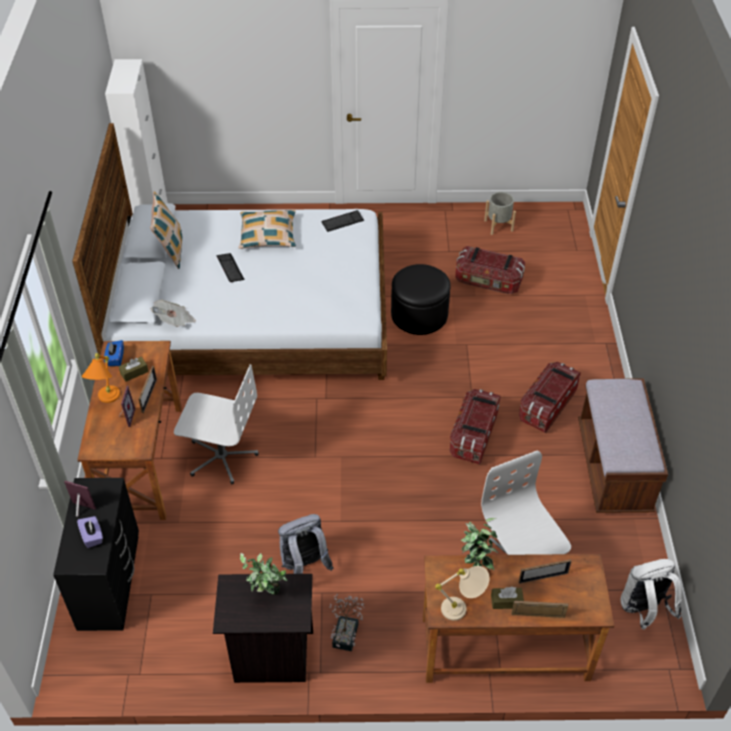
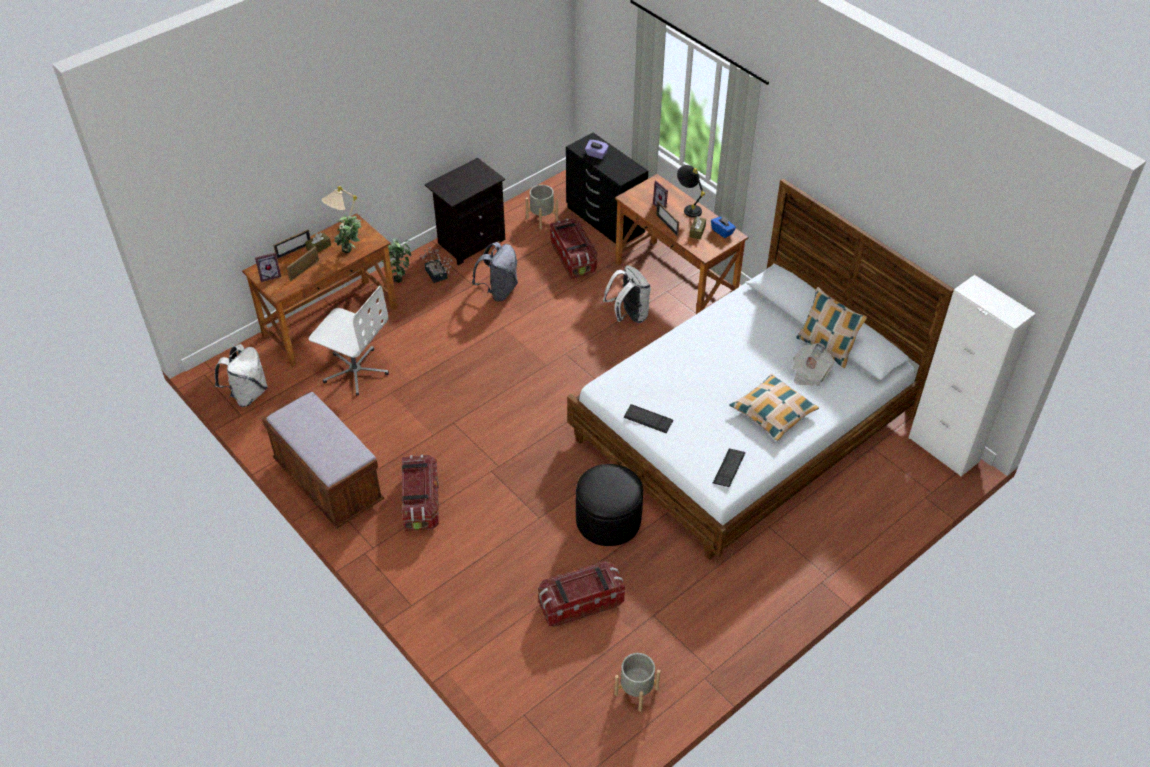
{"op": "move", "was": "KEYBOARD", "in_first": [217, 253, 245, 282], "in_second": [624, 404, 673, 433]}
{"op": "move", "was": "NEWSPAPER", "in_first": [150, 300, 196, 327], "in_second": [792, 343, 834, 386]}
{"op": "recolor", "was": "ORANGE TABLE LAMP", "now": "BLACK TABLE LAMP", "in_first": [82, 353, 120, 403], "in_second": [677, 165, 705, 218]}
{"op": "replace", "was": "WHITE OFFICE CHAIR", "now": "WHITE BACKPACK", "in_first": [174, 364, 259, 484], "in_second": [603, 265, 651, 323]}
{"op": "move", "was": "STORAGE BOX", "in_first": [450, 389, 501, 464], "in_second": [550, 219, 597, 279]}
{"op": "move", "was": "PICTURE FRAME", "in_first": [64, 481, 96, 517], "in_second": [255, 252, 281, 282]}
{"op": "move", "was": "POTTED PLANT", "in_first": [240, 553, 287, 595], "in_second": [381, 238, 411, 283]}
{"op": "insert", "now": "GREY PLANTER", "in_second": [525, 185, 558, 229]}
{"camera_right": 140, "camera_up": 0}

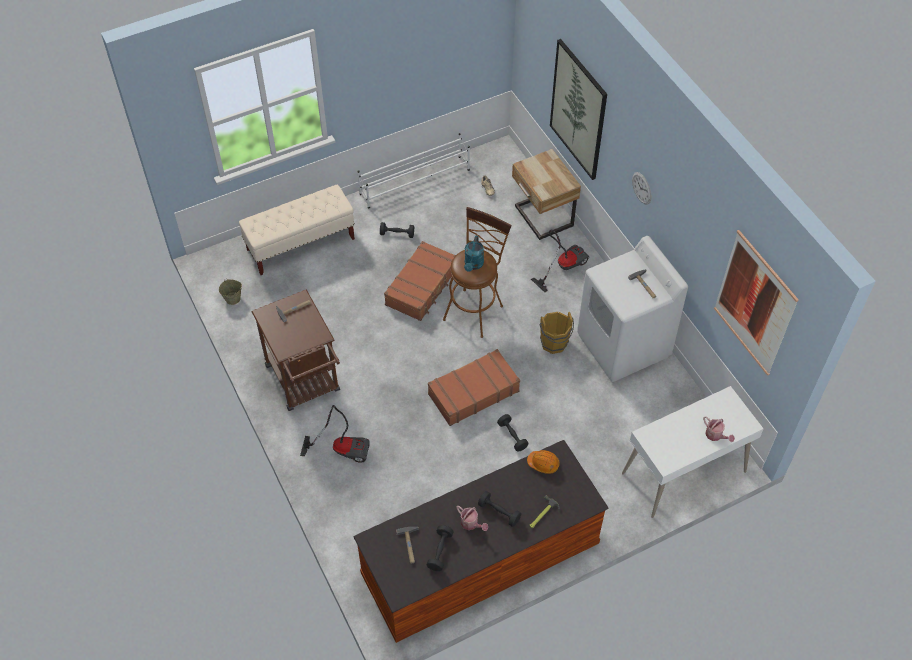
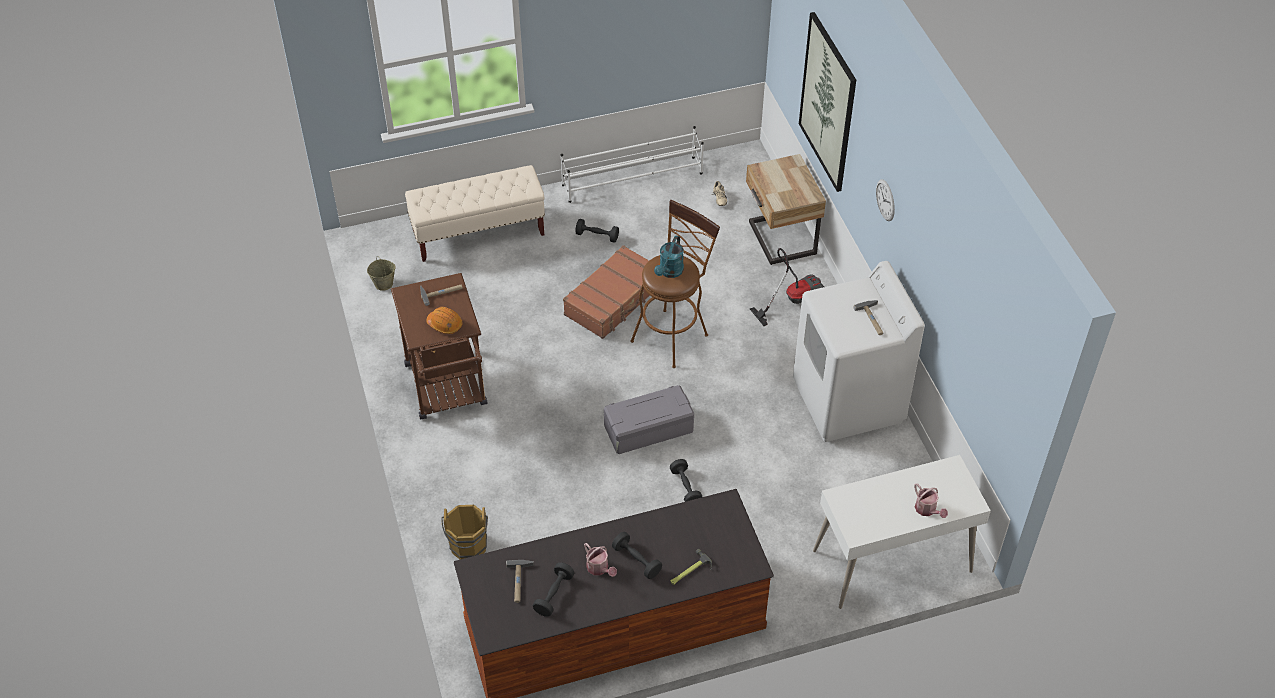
{"op": "delete", "was": "PICTURE", "in_first": [714, 230, 799, 376]}
{"op": "move", "was": "BROWN BUCKET", "in_first": [540, 312, 574, 354], "in_second": [441, 505, 488, 560]}
{"op": "replace", "was": "BROWN SUITCASE", "now": "GREY STORAGE BOX", "in_first": [428, 349, 520, 426], "in_second": [604, 385, 694, 454]}
{"op": "delete", "was": "VACUUM CLEANER", "in_first": [300, 405, 370, 463]}
{"op": "move", "was": "ORANGE HARD HAT", "in_first": [527, 450, 560, 474], "in_second": [426, 307, 463, 334]}
{"camera_right": 10, "camera_up": -5}

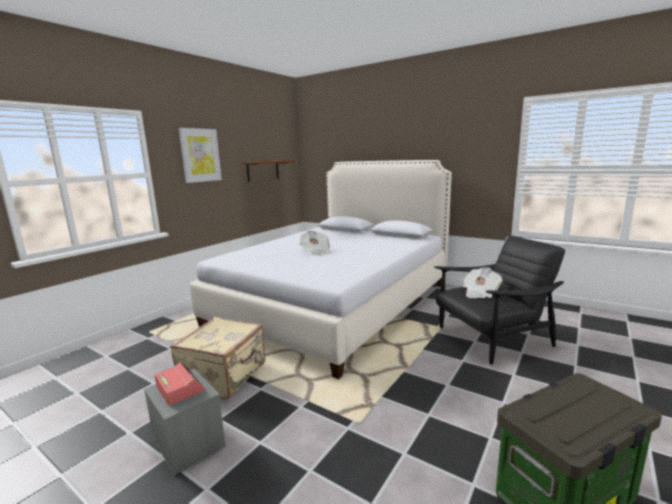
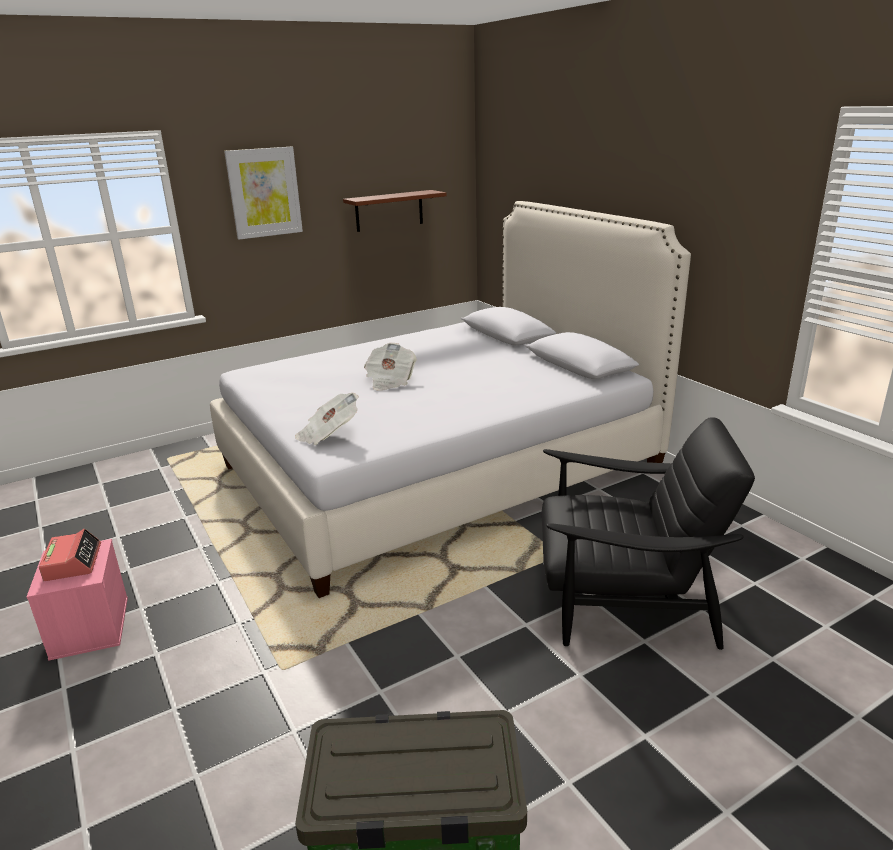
{"op": "move", "was": "NEWSPAPER", "in_first": [463, 267, 503, 298], "in_second": [295, 393, 359, 445]}
{"op": "delete", "was": "BEIGE SUITCASE", "in_first": [170, 317, 265, 399]}
{"op": "recolor", "was": "GREY STORAGE BOX", "now": "PINK STORAGE BOX", "in_first": [144, 369, 226, 476], "in_second": [27, 539, 128, 661]}
{"camera_right": 25, "camera_up": 10}

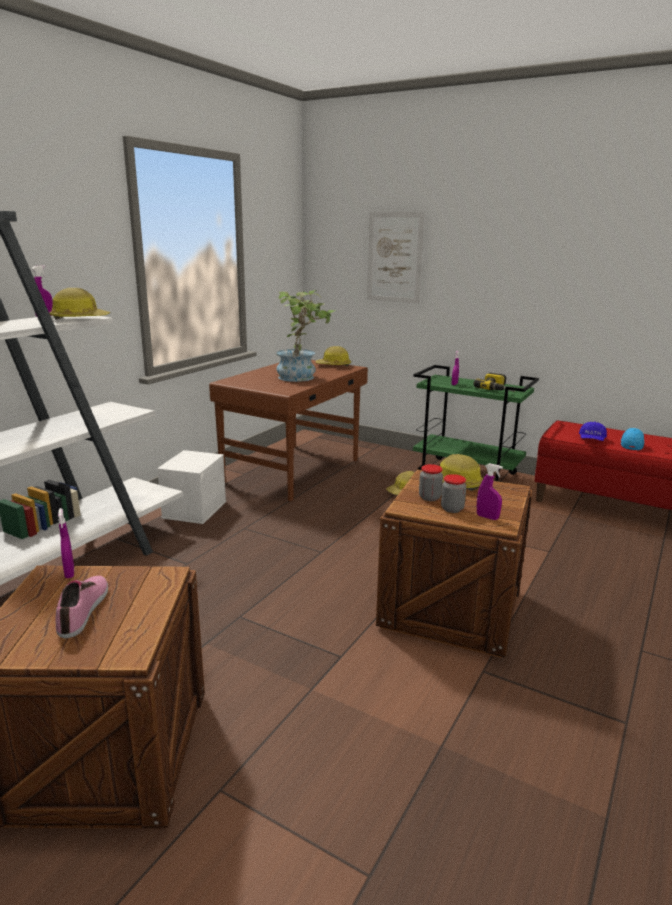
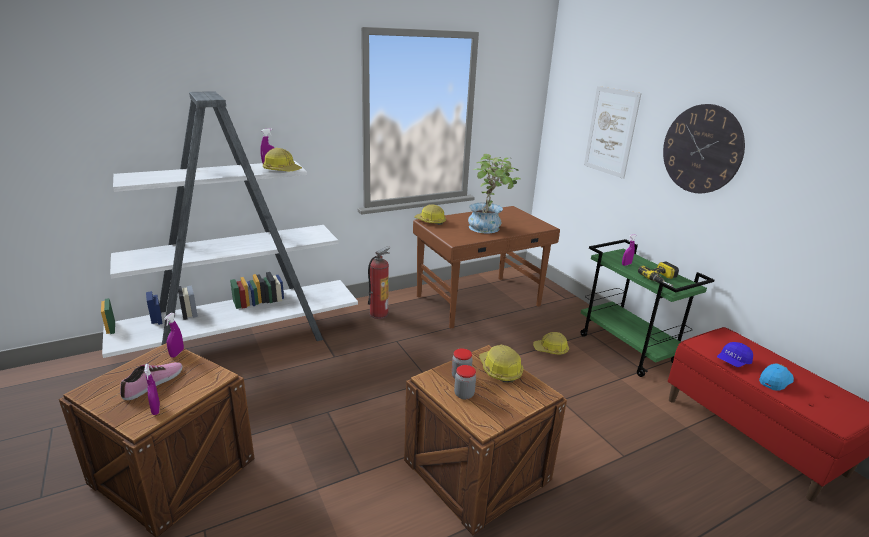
{"op": "move", "was": "HARD HAT", "in_first": [315, 346, 351, 366], "in_second": [414, 204, 446, 225]}
{"op": "replace", "was": "WHITE STORAGE BOX", "now": "FIRE EXTINGUISHER", "in_first": [157, 450, 226, 524], "in_second": [368, 246, 391, 319]}
{"op": "move", "was": "PURPLE SPRAY BOTTLE", "in_first": [477, 463, 503, 520], "in_second": [144, 364, 160, 415]}
{"op": "insert", "now": "WALL CLOCK", "in_second": [663, 104, 745, 193]}
{"camera_right": 30, "camera_up": 5}

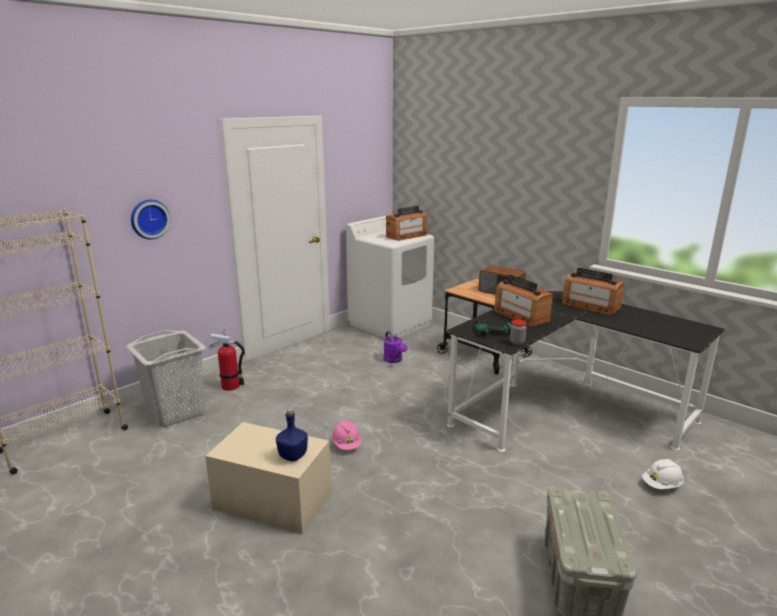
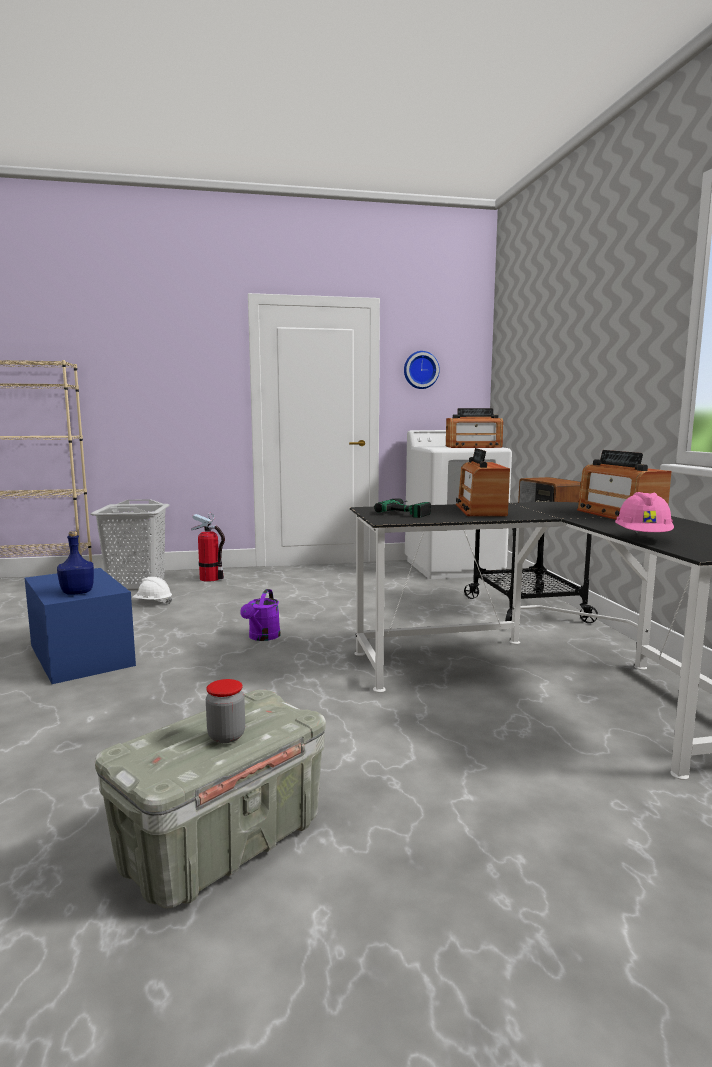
{"op": "move", "was": "WALL CLOCK", "in_first": [131, 200, 170, 239], "in_second": [404, 351, 440, 389]}
{"op": "move", "was": "JAR", "in_first": [510, 320, 527, 345], "in_second": [206, 679, 245, 743]}
{"op": "move", "was": "PURPLE WATERING CAN", "in_first": [384, 331, 408, 363], "in_second": [240, 589, 281, 641]}
{"op": "move", "was": "PINK HARD HAT", "in_first": [332, 421, 361, 450], "in_second": [615, 492, 674, 533]}
{"op": "recolor", "was": "BEIGE STORAGE BOX", "now": "BLUE STORAGE BOX", "in_first": [205, 422, 332, 535], "in_second": [25, 568, 136, 684]}
{"op": "move", "was": "WHITE HARD HAT", "in_first": [642, 459, 684, 489], "in_second": [132, 577, 172, 604]}
{"camera_right": 35, "camera_up": -10}

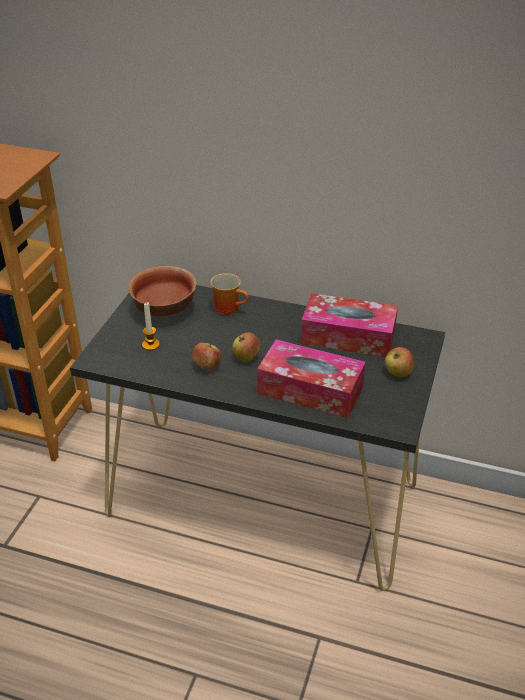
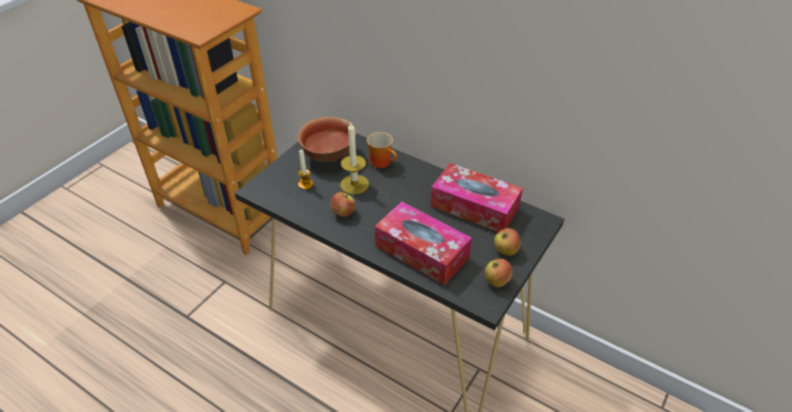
{"op": "move", "was": "APPLE", "in_first": [232, 333, 260, 362], "in_second": [485, 259, 513, 287]}
{"op": "insert", "now": "CANDLE", "in_second": [340, 122, 369, 194]}
{"camera_right": 15, "camera_up": 5}

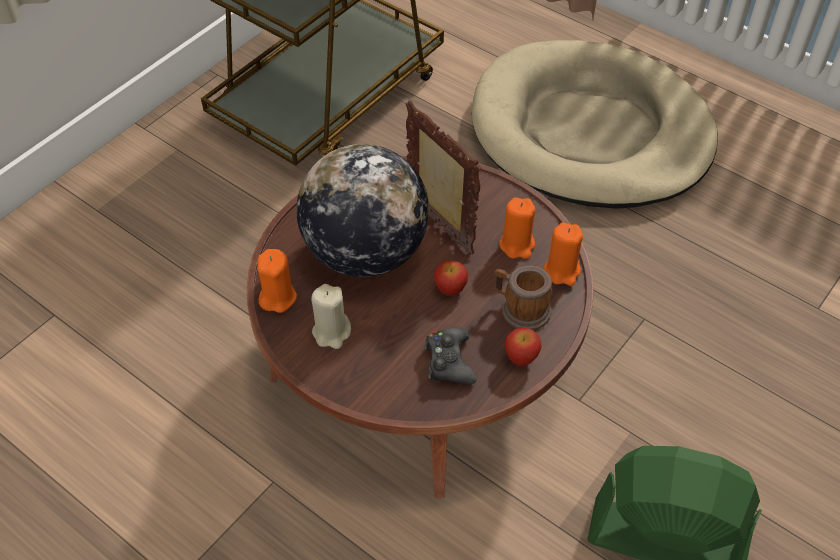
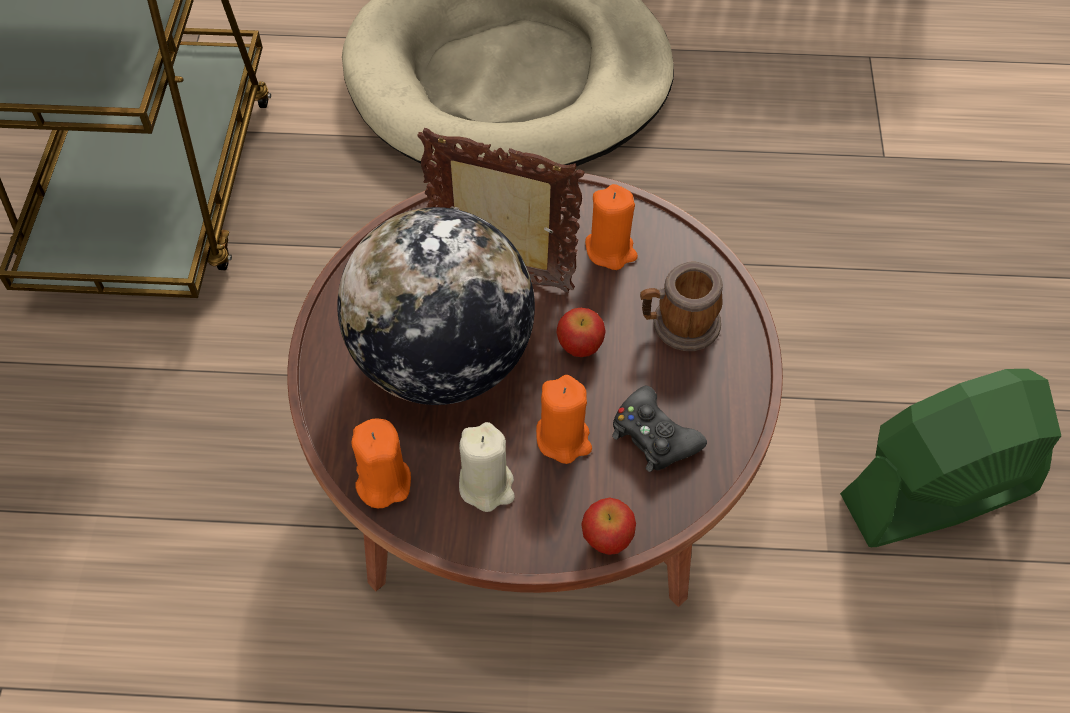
{"op": "move", "was": "ORANGE CANDLE", "in_first": [544, 222, 583, 286], "in_second": [536, 375, 592, 464]}
{"op": "move", "was": "APPLE", "in_first": [504, 328, 542, 366], "in_second": [582, 497, 636, 555]}
{"camera_right": -35, "camera_up": 5}

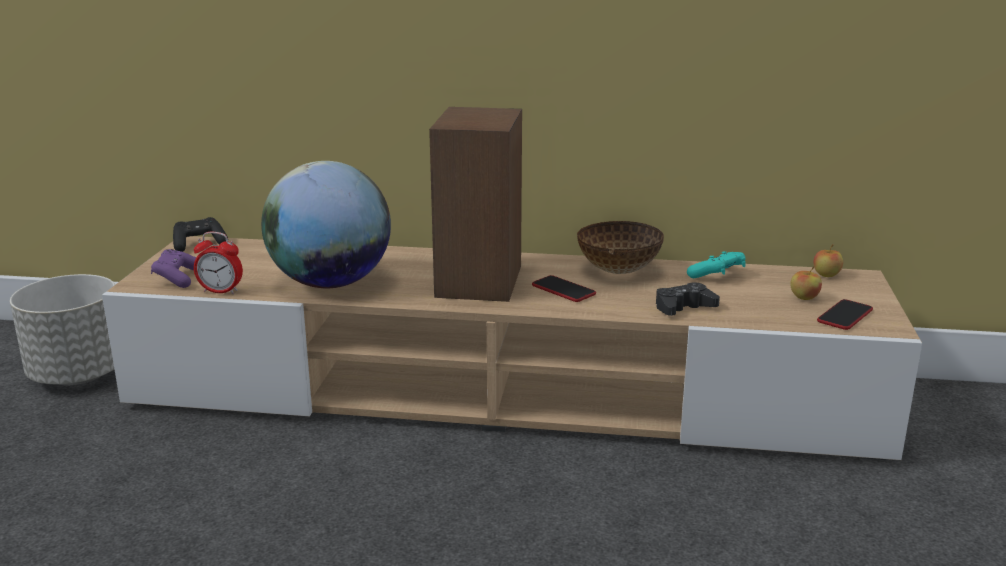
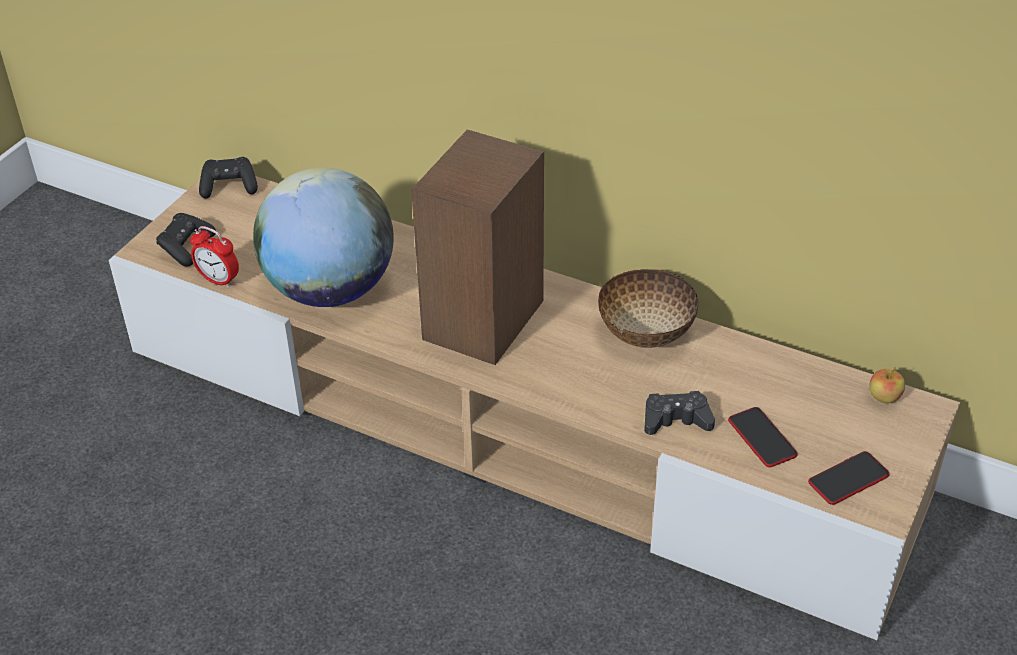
{"op": "recolor", "was": "PURPLE GAME CONTROLLER", "now": "BLACK GAME CONTROLLER", "in_first": [151, 249, 196, 288], "in_second": [156, 213, 216, 267]}
{"op": "delete", "was": "TURQUOISE GAME CONTROLLER", "in_first": [687, 252, 746, 278]}
{"op": "delete", "was": "APPLE", "in_first": [790, 266, 822, 300]}
{"op": "delete", "was": "GREY PLANTER", "in_first": [10, 274, 115, 385]}
{"op": "move", "was": "PHONE", "in_first": [532, 275, 596, 302], "in_second": [728, 407, 798, 467]}
{"camera_right": 20, "camera_up": 20}

